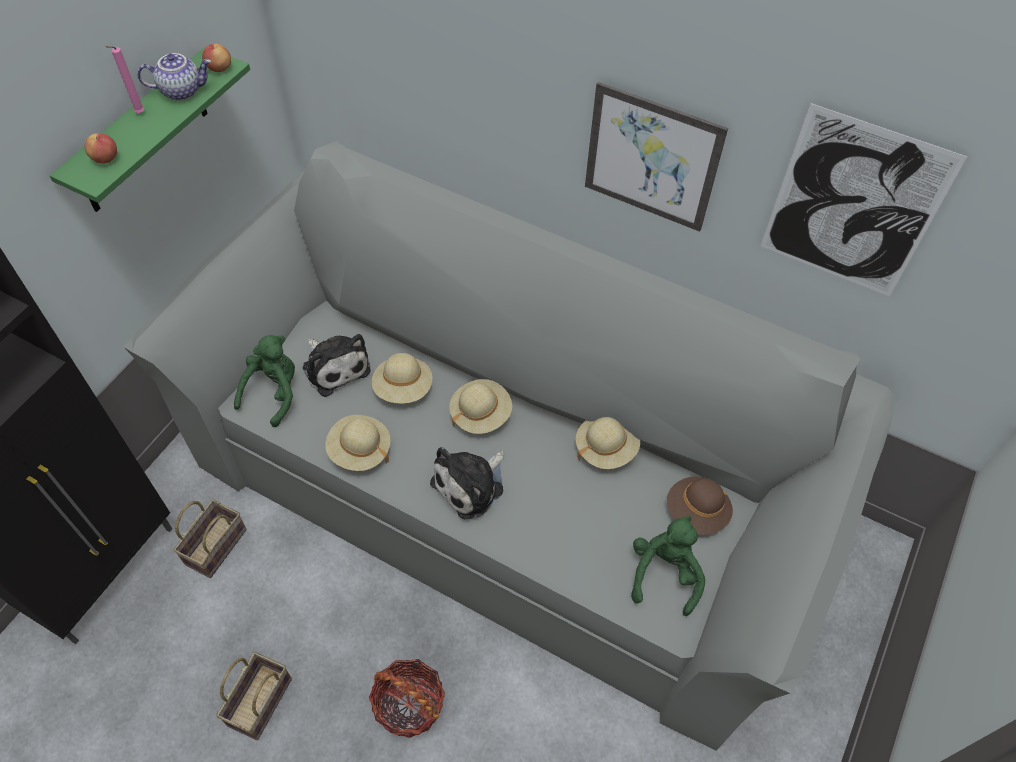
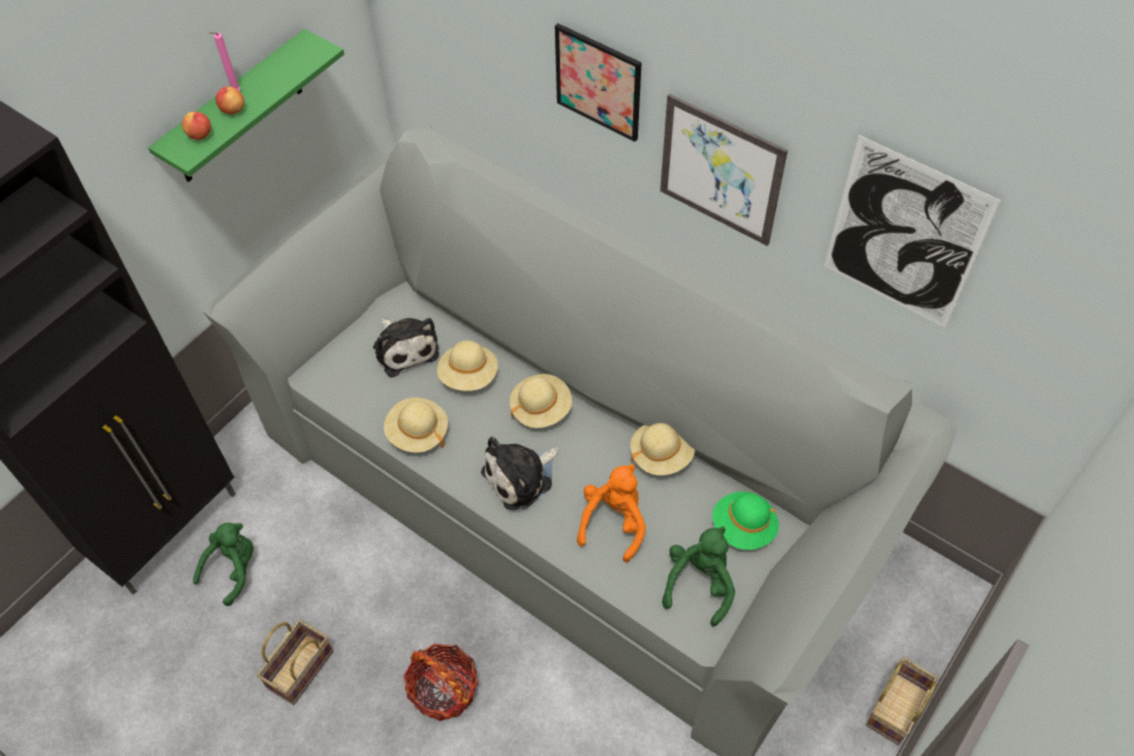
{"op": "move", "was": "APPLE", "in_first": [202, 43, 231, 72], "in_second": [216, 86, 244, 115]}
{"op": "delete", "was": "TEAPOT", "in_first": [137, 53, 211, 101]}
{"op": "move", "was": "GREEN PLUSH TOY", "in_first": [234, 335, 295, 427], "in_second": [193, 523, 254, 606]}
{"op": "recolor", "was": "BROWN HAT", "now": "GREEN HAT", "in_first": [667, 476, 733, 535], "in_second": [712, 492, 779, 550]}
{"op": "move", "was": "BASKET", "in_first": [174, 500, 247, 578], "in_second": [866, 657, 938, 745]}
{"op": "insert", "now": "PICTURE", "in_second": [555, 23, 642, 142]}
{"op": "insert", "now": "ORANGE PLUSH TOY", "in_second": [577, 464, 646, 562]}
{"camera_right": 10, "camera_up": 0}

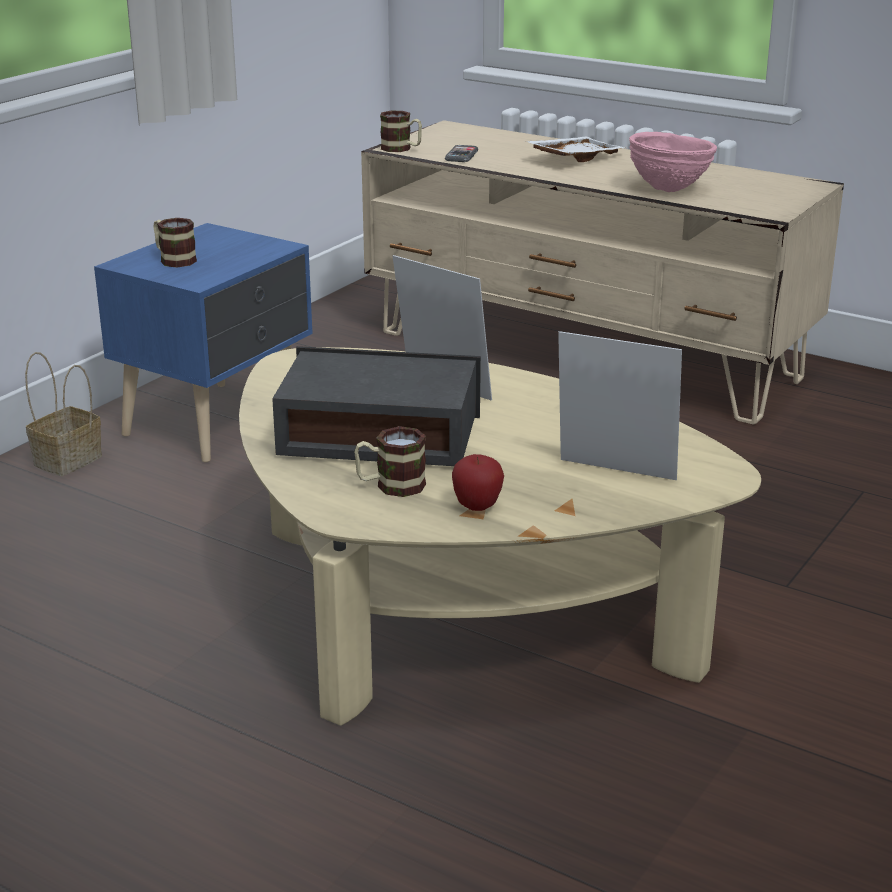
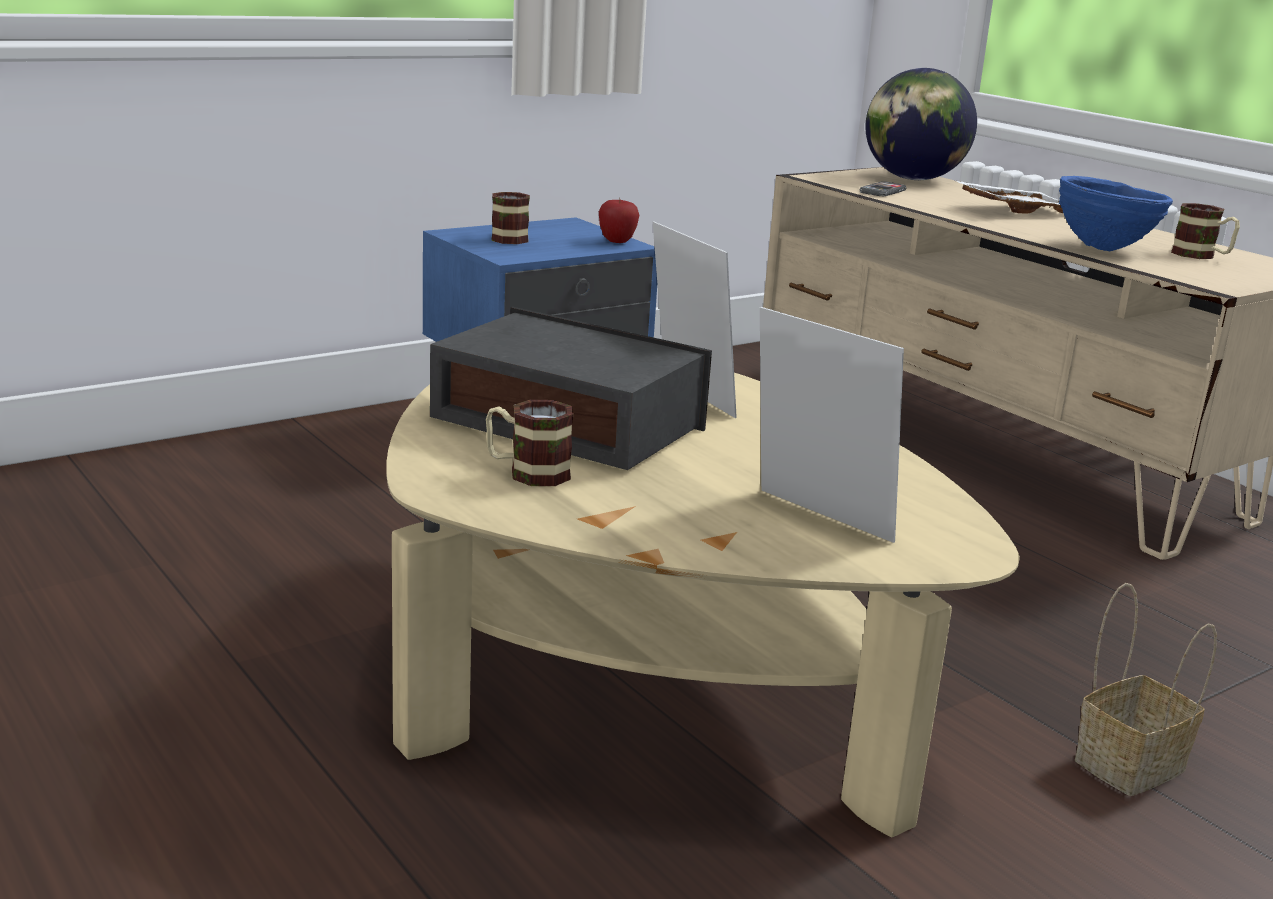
{"op": "move", "was": "MUG", "in_first": [380, 111, 422, 152], "in_second": [1171, 203, 1240, 259]}
{"op": "recolor", "was": "PINK BOWL", "now": "BLUE BOWL", "in_first": [629, 132, 717, 192], "in_second": [1059, 176, 1173, 251]}
{"op": "move", "was": "BASKET", "in_first": [25, 352, 102, 476], "in_second": [1075, 583, 1217, 796]}
{"op": "move", "was": "APPLE", "in_first": [452, 454, 504, 511], "in_second": [599, 198, 639, 243]}
{"op": "insert", "now": "GLOBE", "in_second": [865, 68, 977, 180]}
{"camera_right": 20, "camera_up": -5}

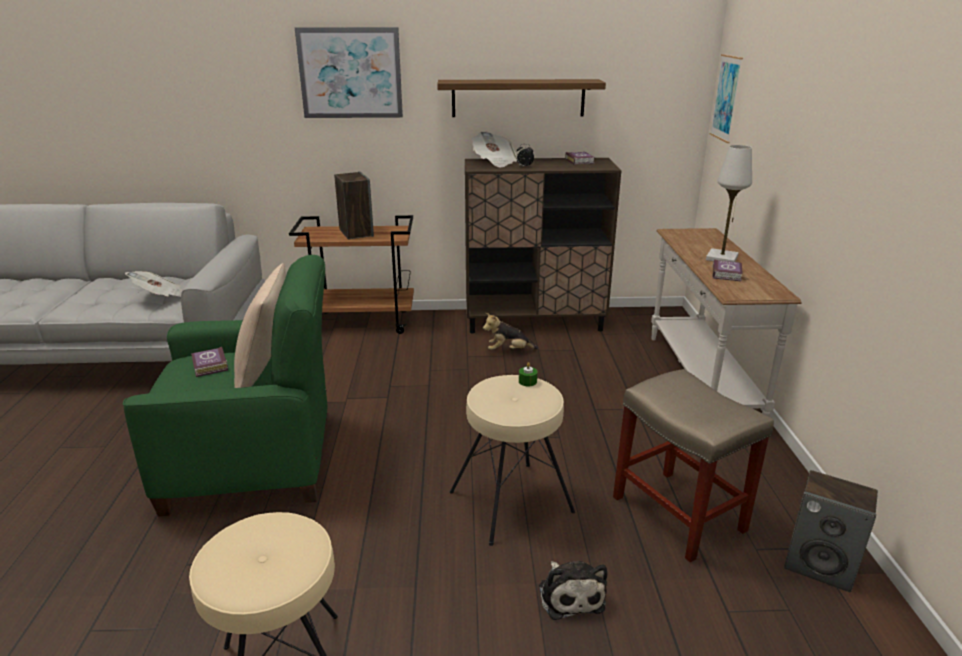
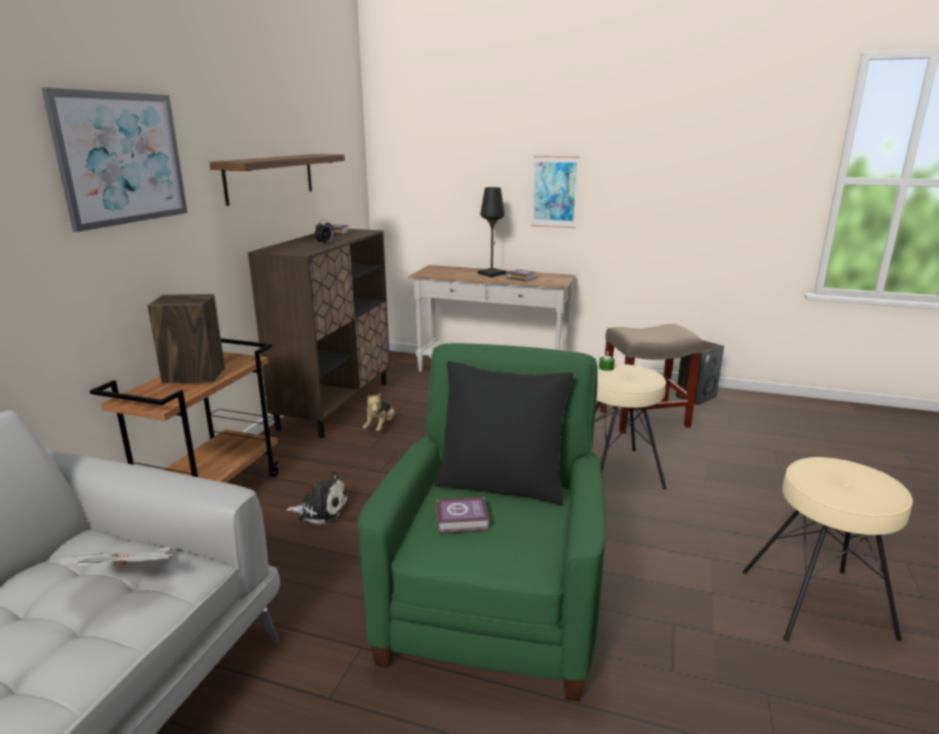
{"op": "move", "was": "PICTURE", "in_first": [710, 54, 743, 143], "in_second": [531, 156, 580, 228]}
{"op": "delete", "was": "NEWSPAPER", "in_first": [472, 131, 517, 167]}
{"op": "recolor", "was": "WHITE TABLE LAMP", "now": "BLACK TABLE LAMP", "in_first": [706, 145, 752, 262], "in_second": [478, 187, 506, 277]}
{"op": "recolor", "was": "BEIGE PILLOW", "now": "BLACK PILLOW", "in_first": [234, 263, 286, 388], "in_second": [435, 361, 574, 505]}
{"op": "move", "was": "PLUSH TOY", "in_first": [539, 561, 607, 620], "in_second": [286, 471, 349, 525]}
{"camera_right": -70, "camera_up": -5}

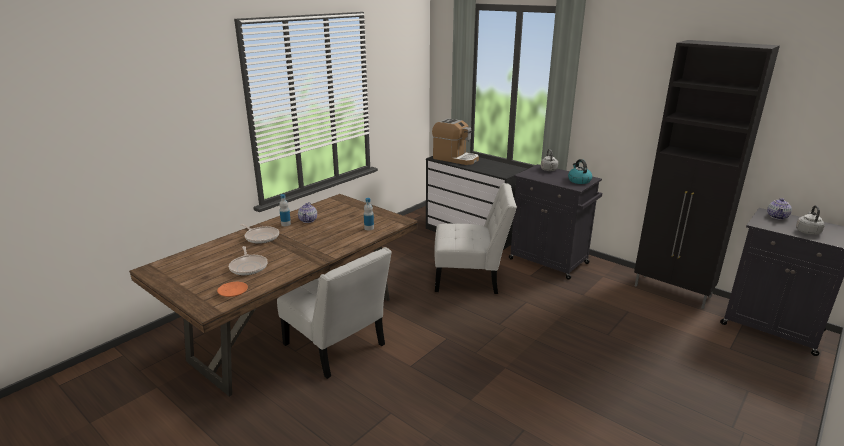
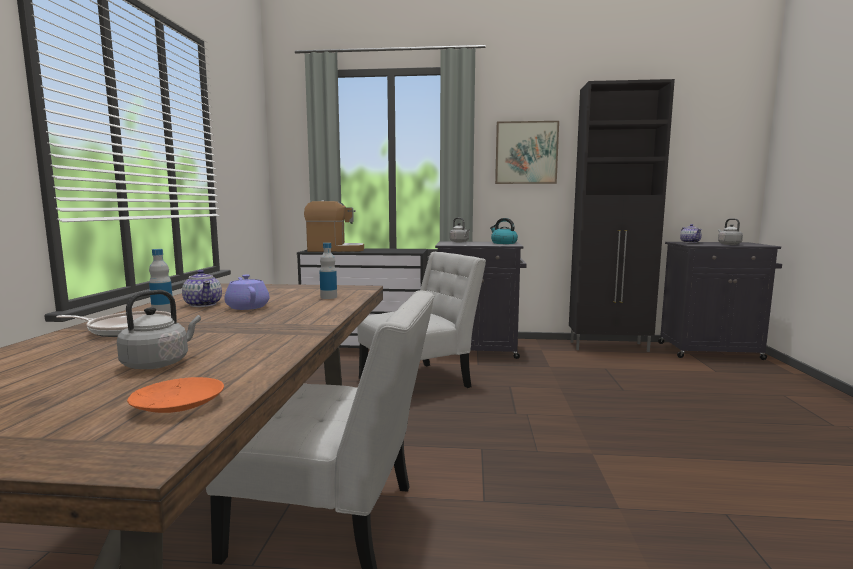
{"op": "replace", "was": "FRYING PAN", "now": "GREY KETTLE", "in_first": [229, 246, 268, 275], "in_second": [117, 290, 201, 369]}
{"op": "insert", "now": "PICTURE", "in_second": [495, 121, 559, 184]}
{"op": "insert", "now": "PURPLE TEAPOT", "in_second": [224, 274, 269, 310]}
{"camera_right": -35, "camera_up": -15}

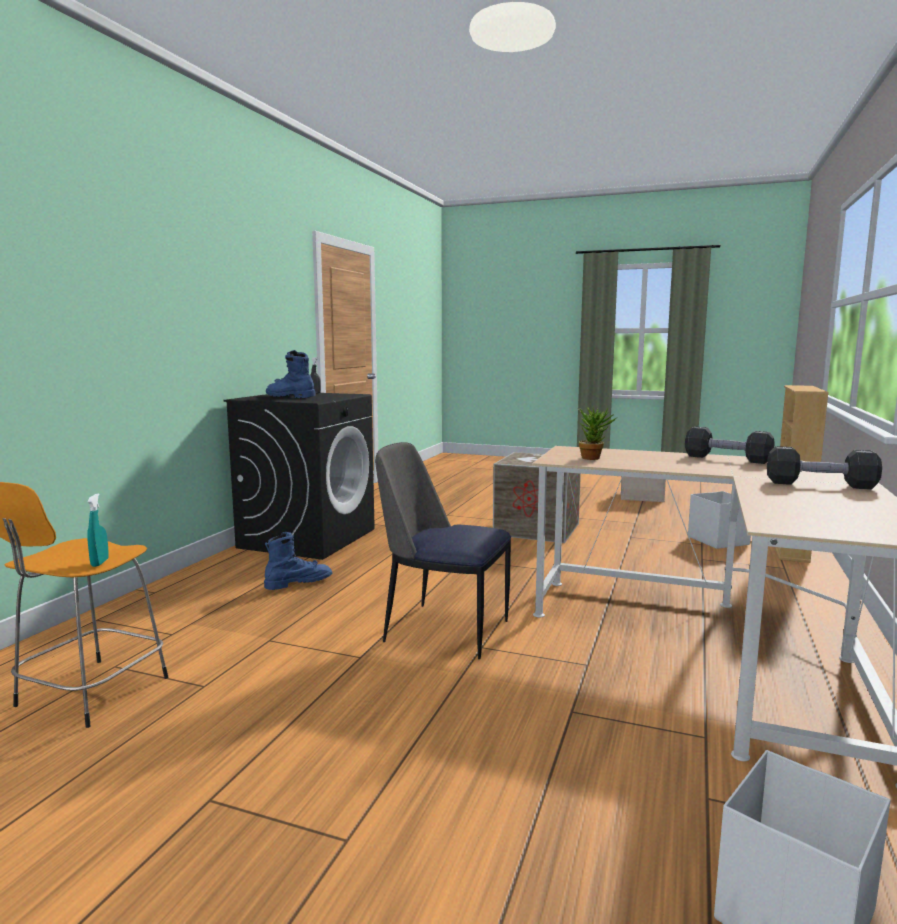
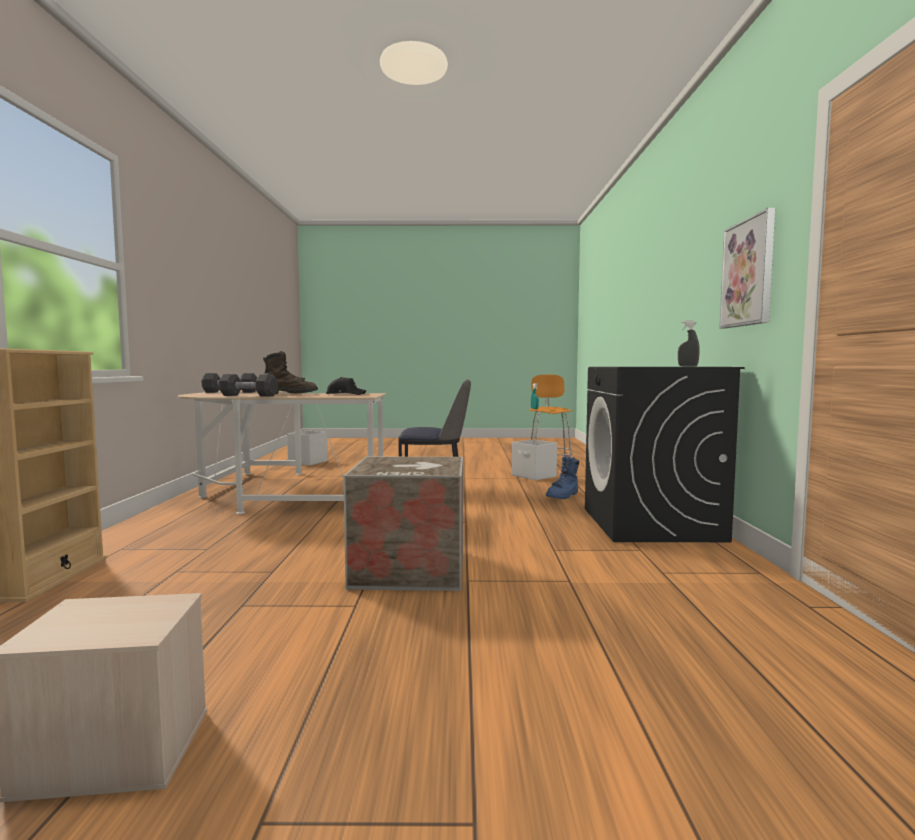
{"op": "delete", "was": "BLUE BOOT", "in_first": [266, 350, 316, 398]}
{"op": "replace", "was": "POTTED PLANT", "now": "BLACK CAP", "in_first": [578, 407, 616, 460], "in_second": [326, 377, 366, 395]}
{"op": "move", "was": "WHITE STORAGE BOX", "in_first": [688, 491, 751, 549], "in_second": [512, 439, 557, 481]}
{"op": "insert", "now": "PICTURE", "in_second": [719, 208, 775, 328]}
{"op": "insert", "now": "BROWN BOOT", "in_second": [263, 351, 318, 394]}
{"camera_right": 160, "camera_up": -5}

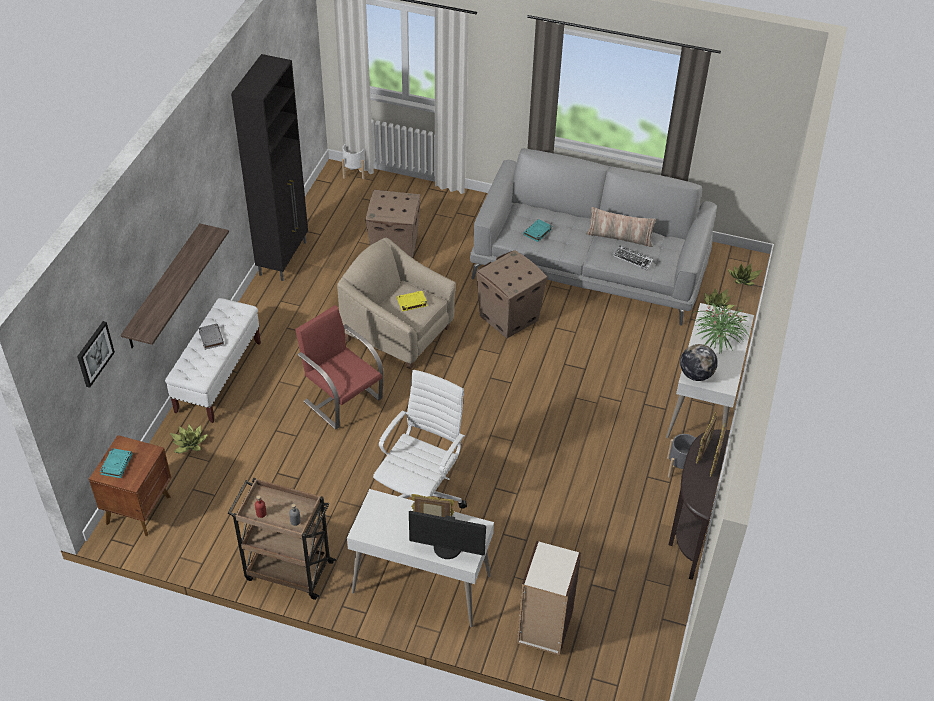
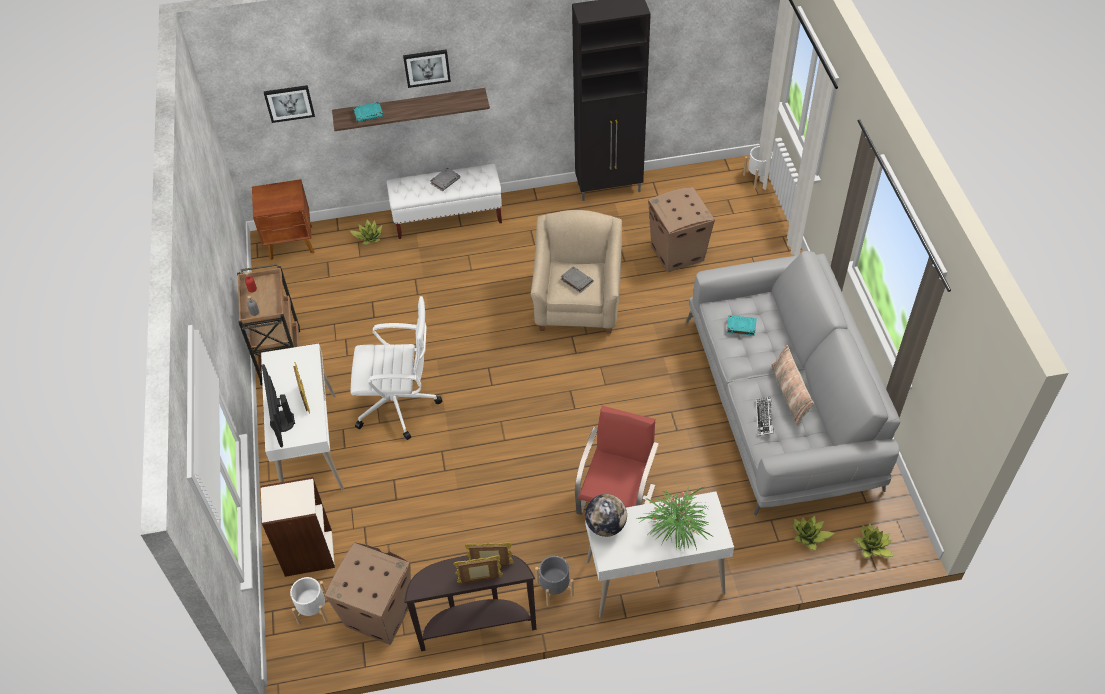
{"op": "move", "was": "CARDBOARD BOX", "in_first": [476, 250, 547, 338], "in_second": [325, 543, 411, 645]}
{"op": "recolor", "was": "YELLOW BOOK", "now": "GREY BOOK", "in_first": [397, 291, 428, 312], "in_second": [561, 266, 593, 293]}
{"op": "move", "was": "RED CHAIR", "in_first": [295, 305, 383, 429], "in_second": [575, 406, 659, 515]}
{"op": "move", "was": "TURQUOISE BOOK", "in_first": [100, 448, 133, 478], "in_second": [353, 102, 383, 122]}
{"op": "insert", "now": "PICTURE", "in_second": [403, 49, 451, 88]}
{"op": "insert", "now": "WHITE PLANTER", "in_second": [290, 577, 328, 625]}
{"camera_right": 65, "camera_up": 5}

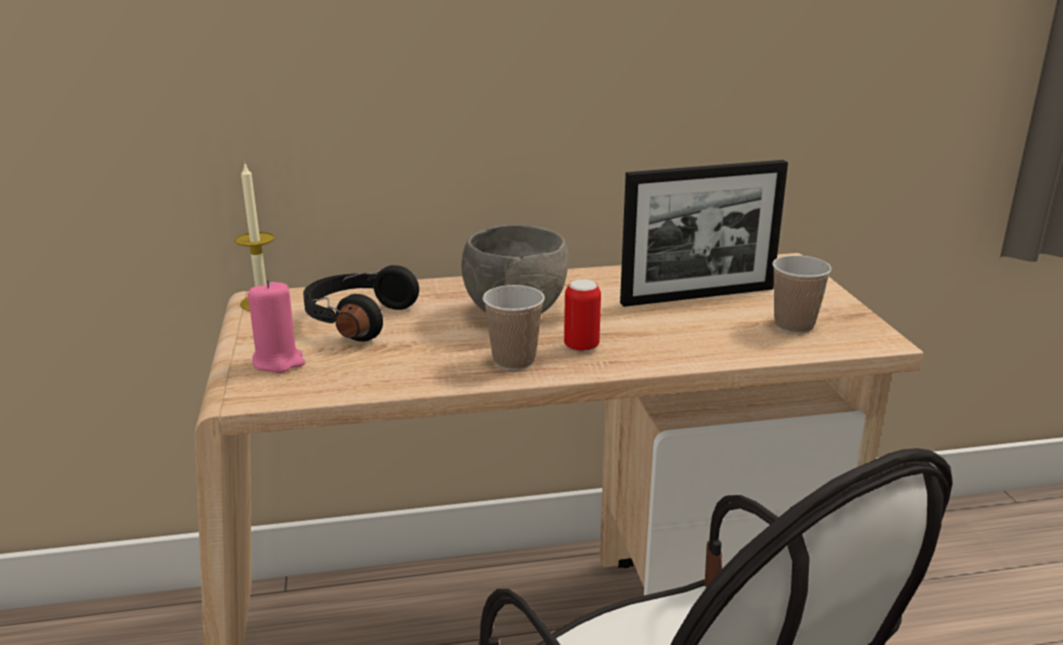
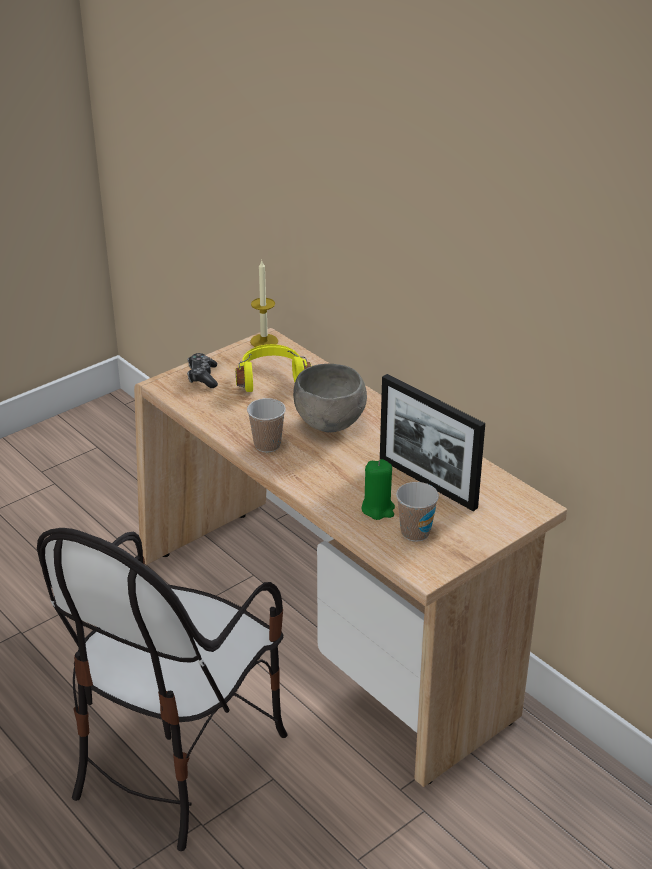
{"op": "recolor", "was": "BLACK HEADPHONES", "now": "YELLOW HEADPHONES", "in_first": [303, 265, 419, 342], "in_second": [235, 344, 311, 392]}
{"op": "delete", "was": "CAN", "in_first": [564, 279, 601, 352]}
{"op": "replace", "was": "PINK CANDLE", "now": "GAME CONTROLLER", "in_first": [248, 280, 305, 373], "in_second": [187, 353, 218, 388]}
{"op": "insert", "now": "GREEN CANDLE", "in_second": [362, 459, 395, 520]}
{"camera_right": 60, "camera_up": 10}

